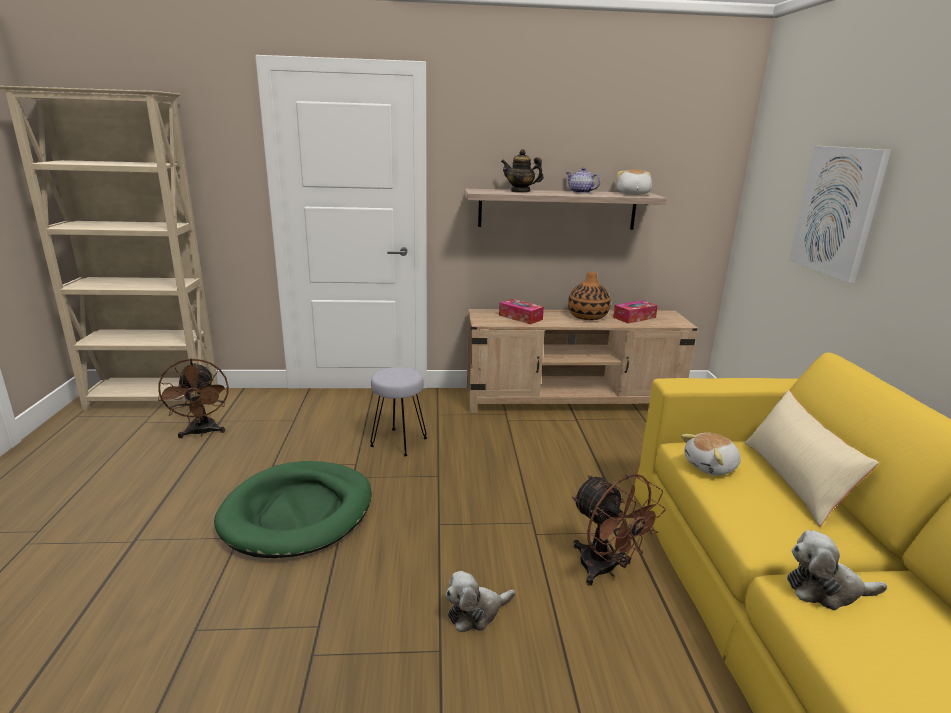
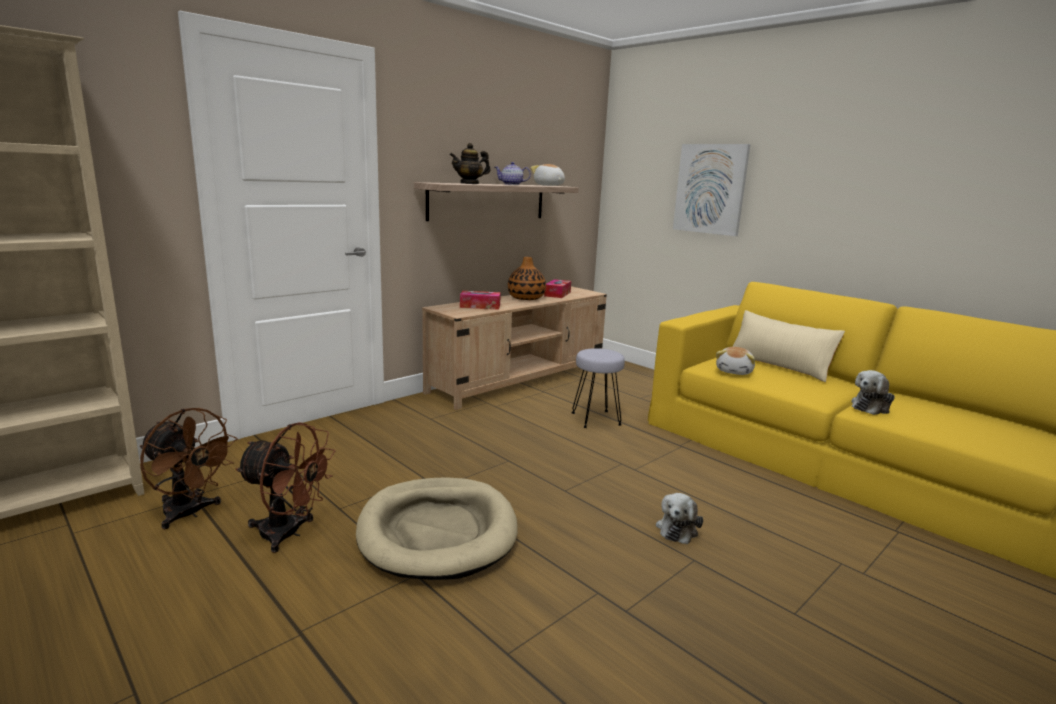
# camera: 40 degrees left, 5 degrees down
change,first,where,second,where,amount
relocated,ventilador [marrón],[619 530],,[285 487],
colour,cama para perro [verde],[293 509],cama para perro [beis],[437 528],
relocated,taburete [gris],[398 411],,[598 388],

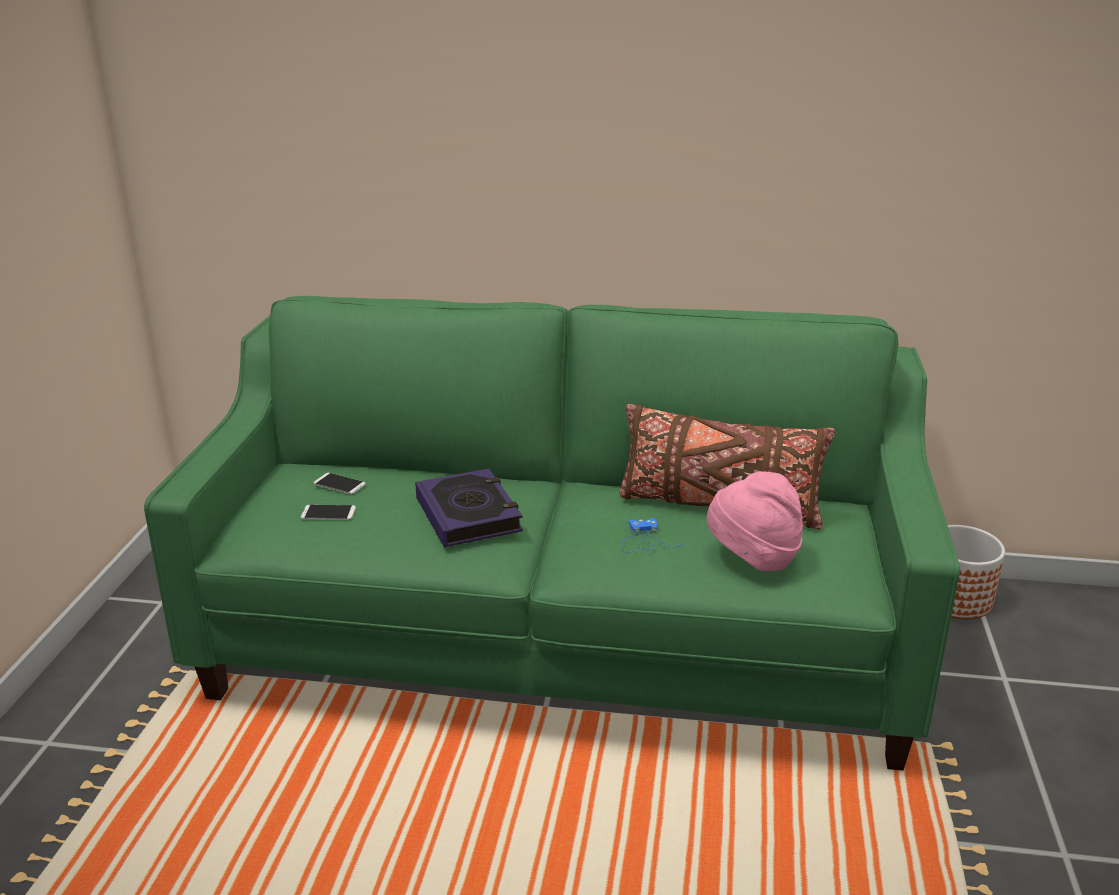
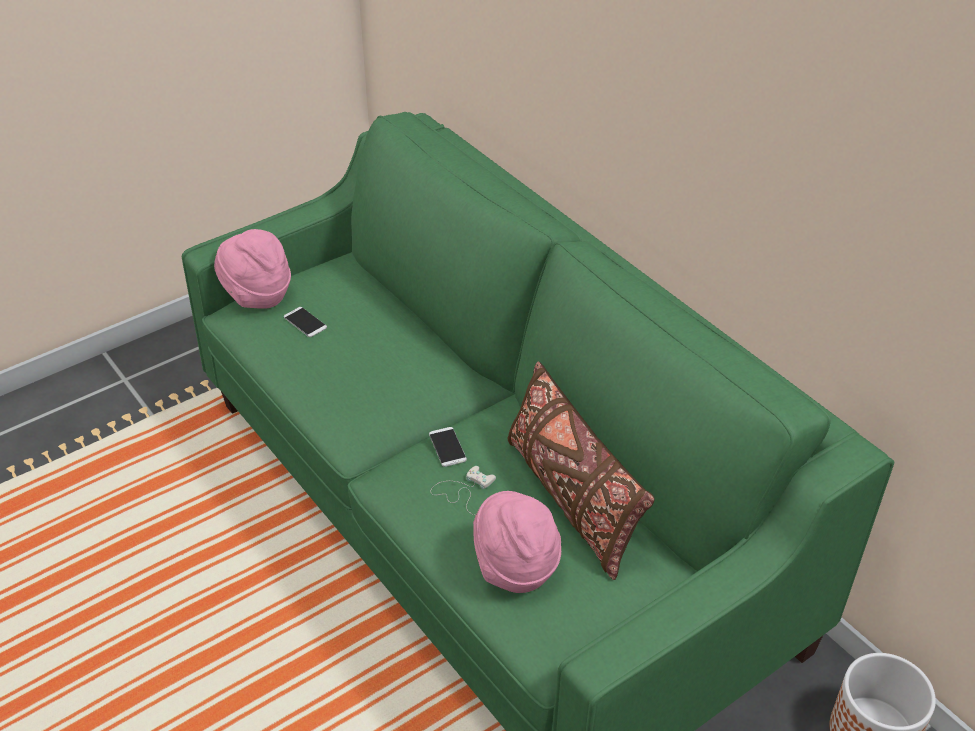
# camera: 45 degrees right, 15 degrees up
change,first,where,second,where,amount
appeared,,,sombrero [rosa],[252 269],
relocated,móvil,[339 483],,[448 447],
colour,mando de consola [azul],[653 535],mando de consola [blanco],[463 490],
missing,libro,[469 507],,,

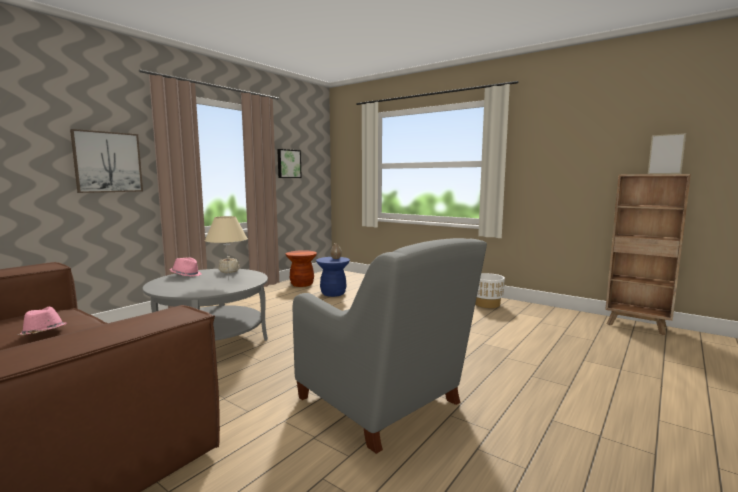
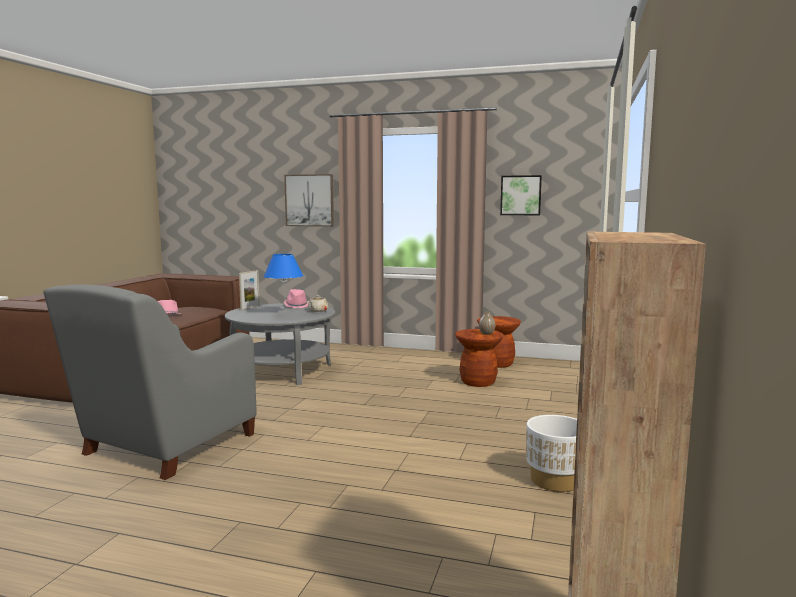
# camera: 70 degrees right, 0 degrees up
change,first,where,second,where,amount
relocated,portarretratos,[667 153],,[249 290],
colour,lámpara de mesa [beis],[226 247],lámpara de mesa [azul],[283 283],
colour,taburete [azul],[333 277],taburete [marrón],[479 358],

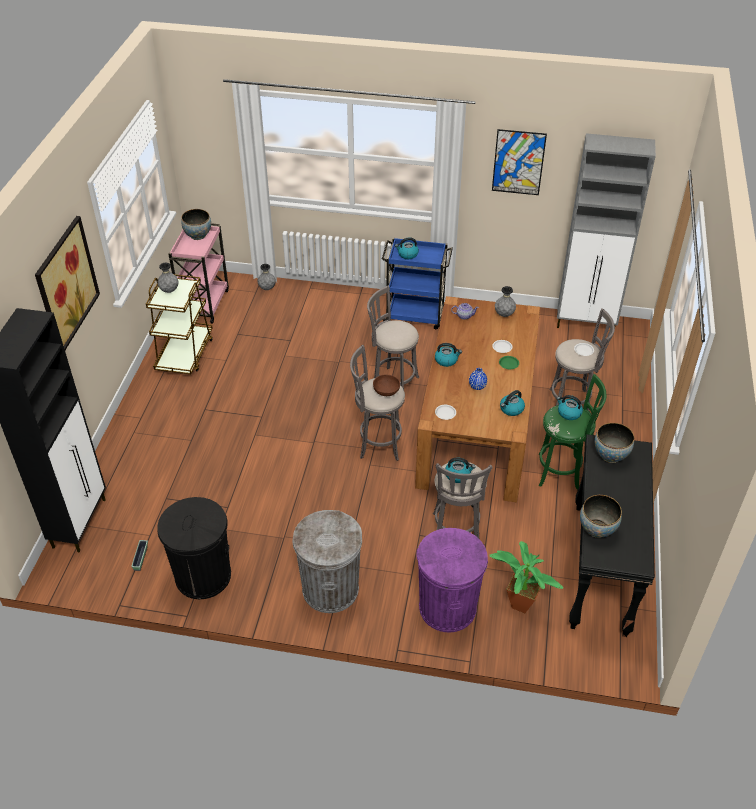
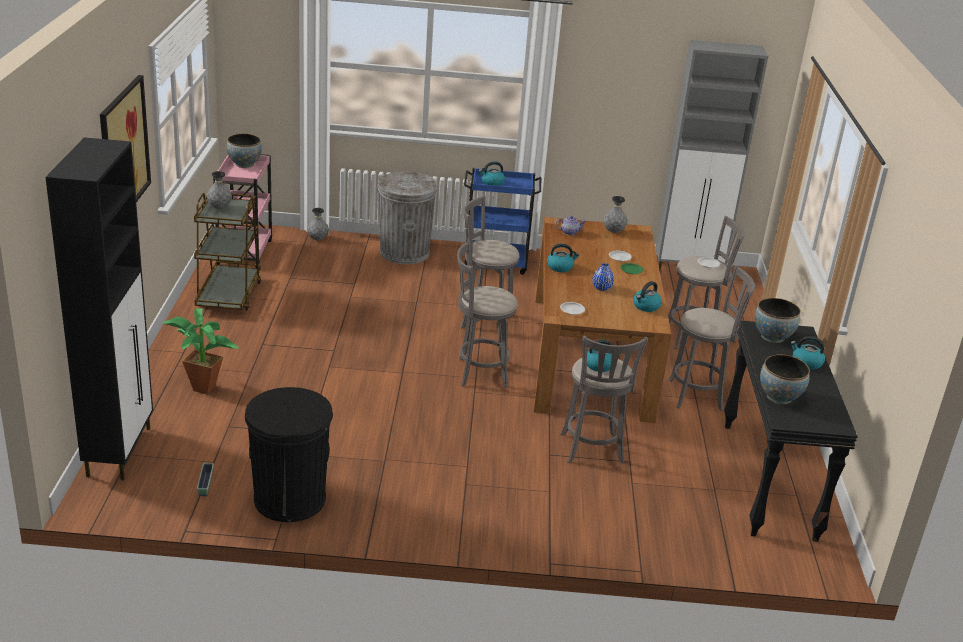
# camera: 10 degrees left, 15 degrees down
change,first,where,second,where,amount
relocated,planta en maceta,[526 577],,[200 351],
relocated,papelera [gris],[327 561],,[407 218],
colour,taburete [verde],[572 432],taburete [gris],[712 338],
relocated,hervidor,[569 407],,[807 353],
missing,cuenco [marrón],[386 385],,,
missing,papelera [morado],[452 580],,,
missing,cuadro,[519 162],,,

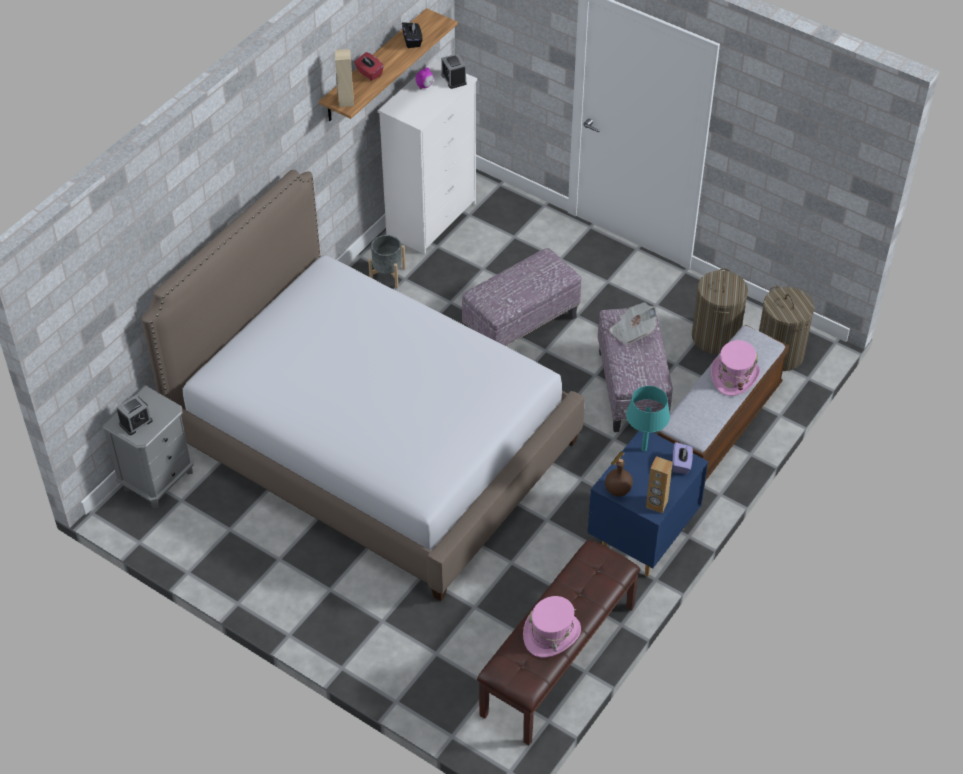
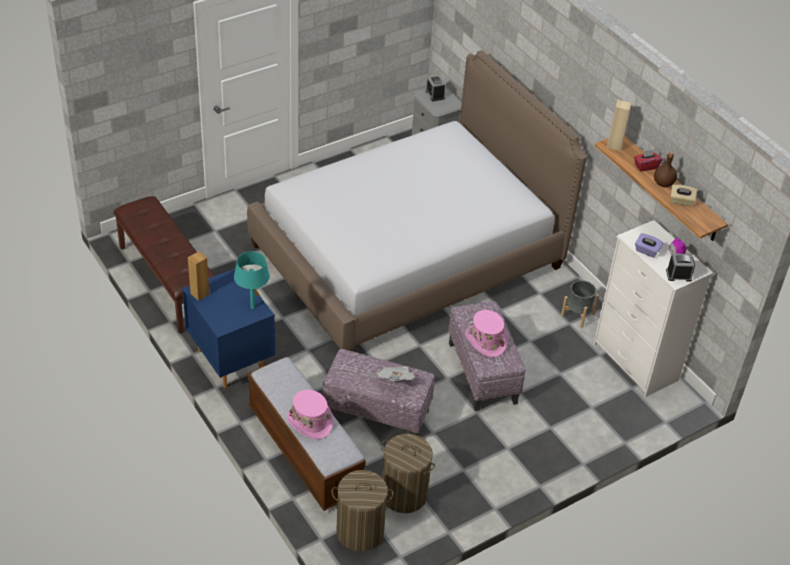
# camera: 110 degrees right, 5 degrees down
change,first,where,second,where,amount
relocated,sombrero [rosa],[552 626],,[487 333],
relocated,caja de pañuelos [morado],[682 458],,[649 245],
relocated,botella [marrón],[619 478],,[665 169],
colour,caja de pañuelos [negro],[412 35],caja de pañuelos [beis],[683 196],

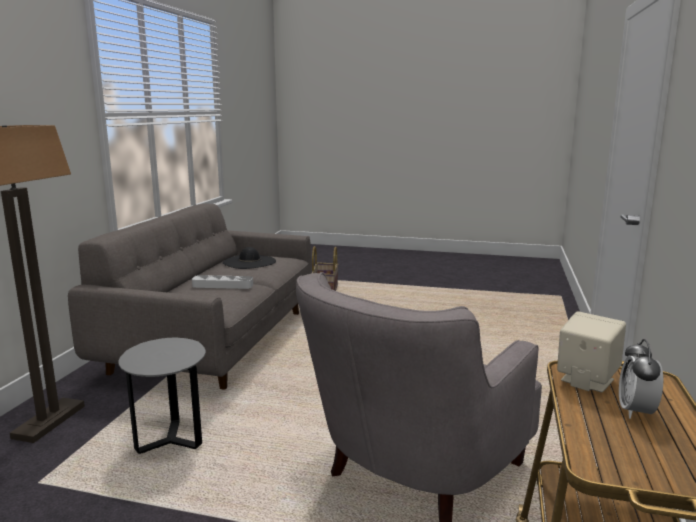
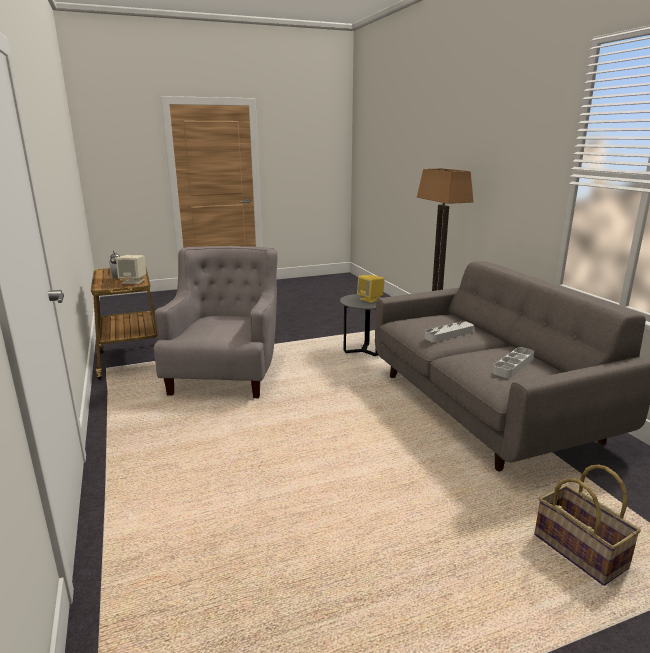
# camera: 145 degrees right, 5 degrees up
change,first,where,second,where,amount
appeared,,,altavoz [amarillo],[371 289],
exchanged,sombrero [negro],[249 258],bandeja [gris],[513 362],

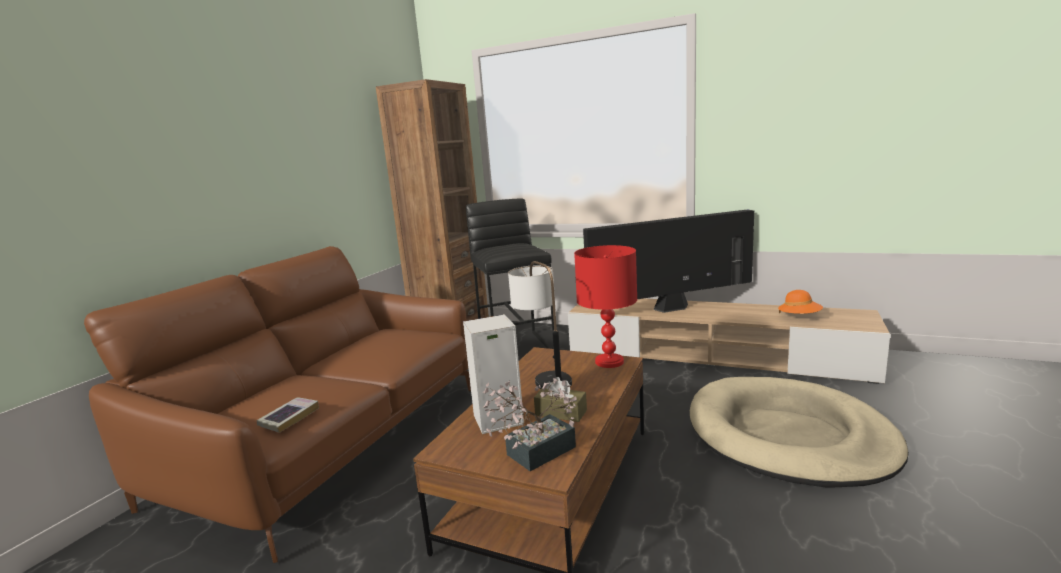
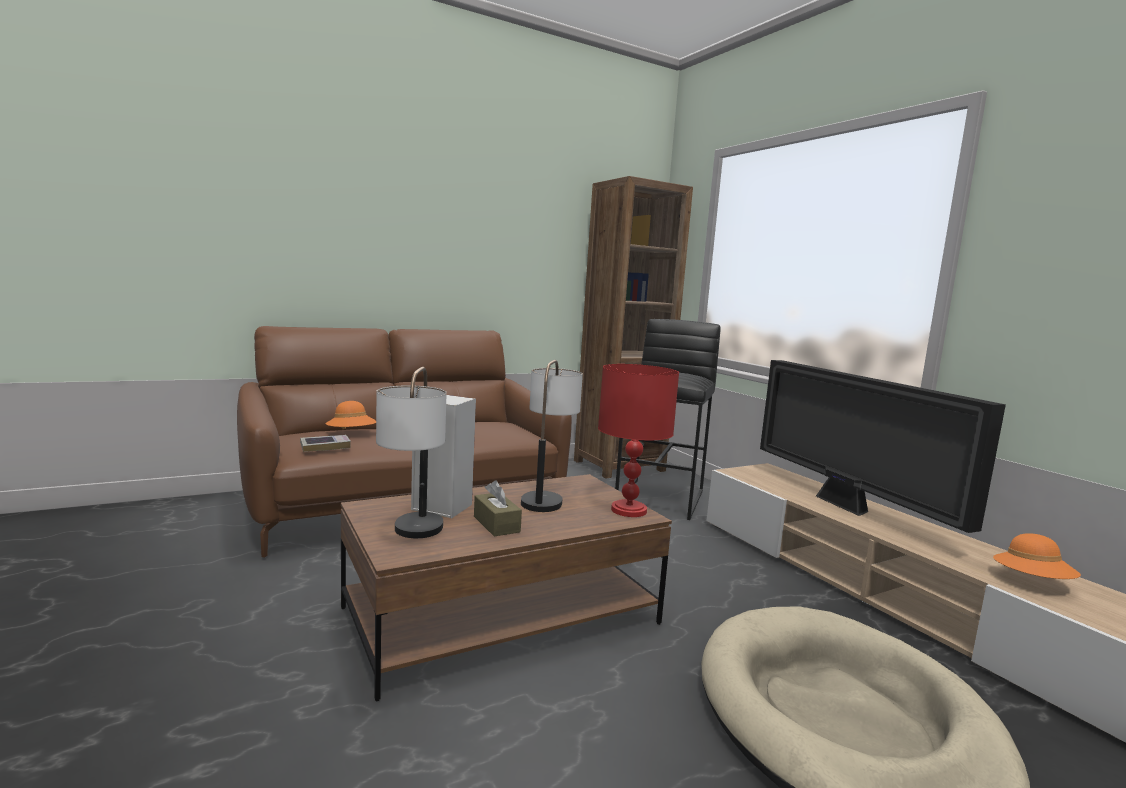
# camera: 35 degrees right, 5 degrees down
change,first,where,second,where,amount
appeared,,,sombrero [naranja],[351 415],
exchanged,planta en maceta,[530 425],lámpara de mesa,[411 452],
spun,televisor,[668 261],,[883 446],135 degrees counterclockwise

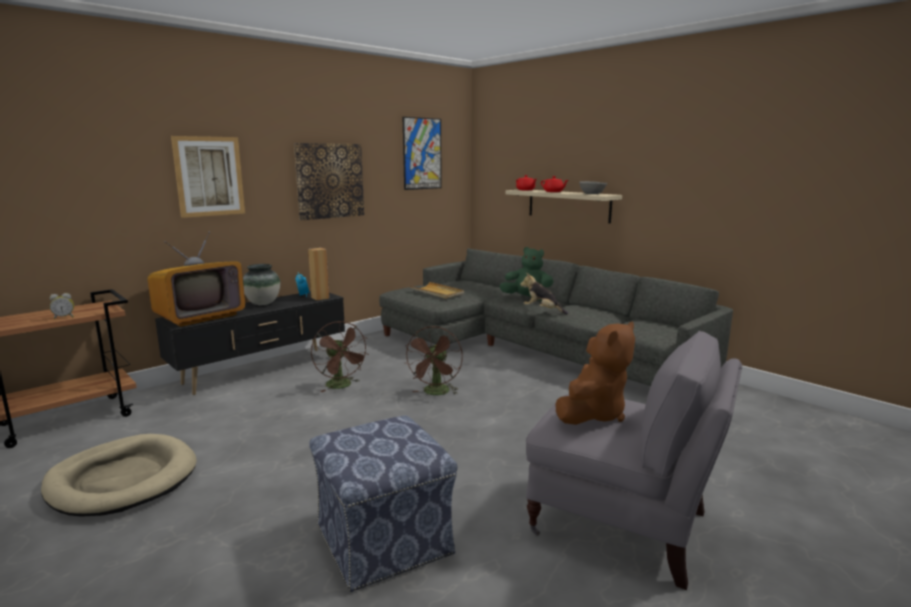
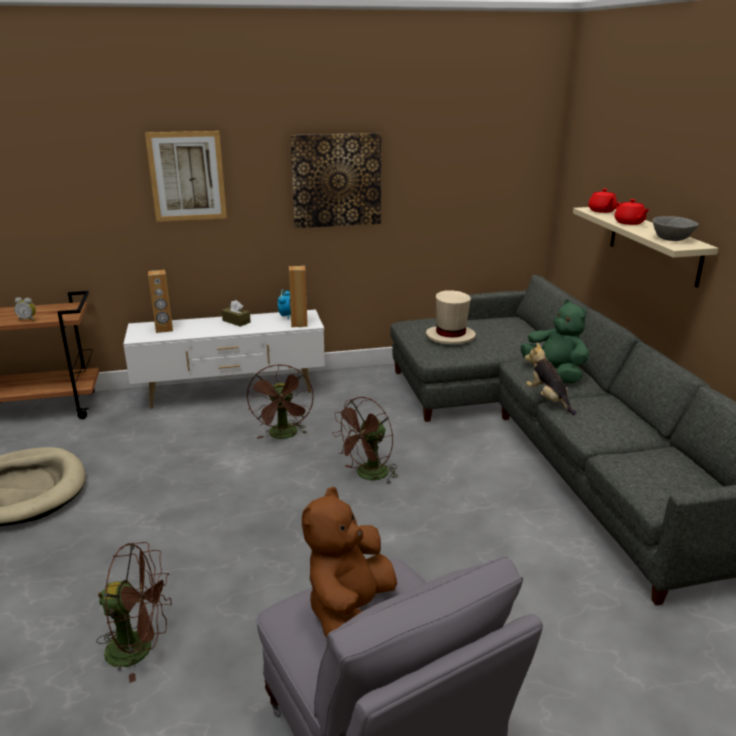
# camera: 30 degrees right, 10 degrees up
change,first,where,second,where,amount
exchanged,puf,[383 504],ventilador [marrón],[134 612],
colour,mueble de televisión [negro],[250 343],mueble de televisión [blanco],[224 359],
exchanged,televisor,[196 279],altavoz [marrón],[160 301],
exchanged,florero,[261 284],caja de pañuelos [marrón],[236 313],
spun,peluche [marrón],[595 373],,[349 562],135 degrees clockwise
exchanged,bandeja [beis],[437 290],sombrero [beis],[451 317],
missing,cuadro,[422 153],,,

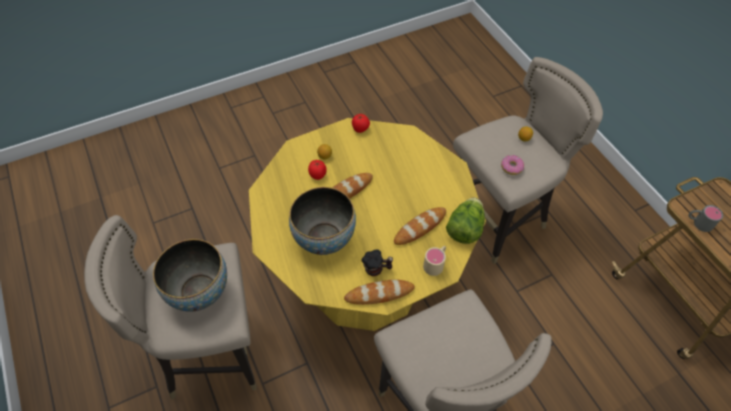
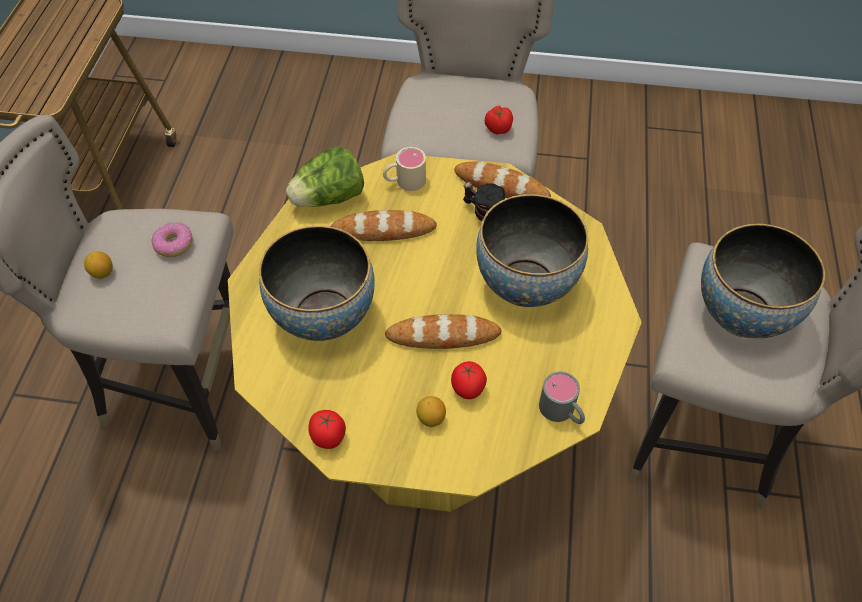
# camera: 145 degrees left, 0 degrees up
change,first,where,second,where,amount
appeared,,,cuenco,[317 283],
appeared,,,tomate,[499 120],
relocated,taza grande [gris],[706 218],,[562 398],

